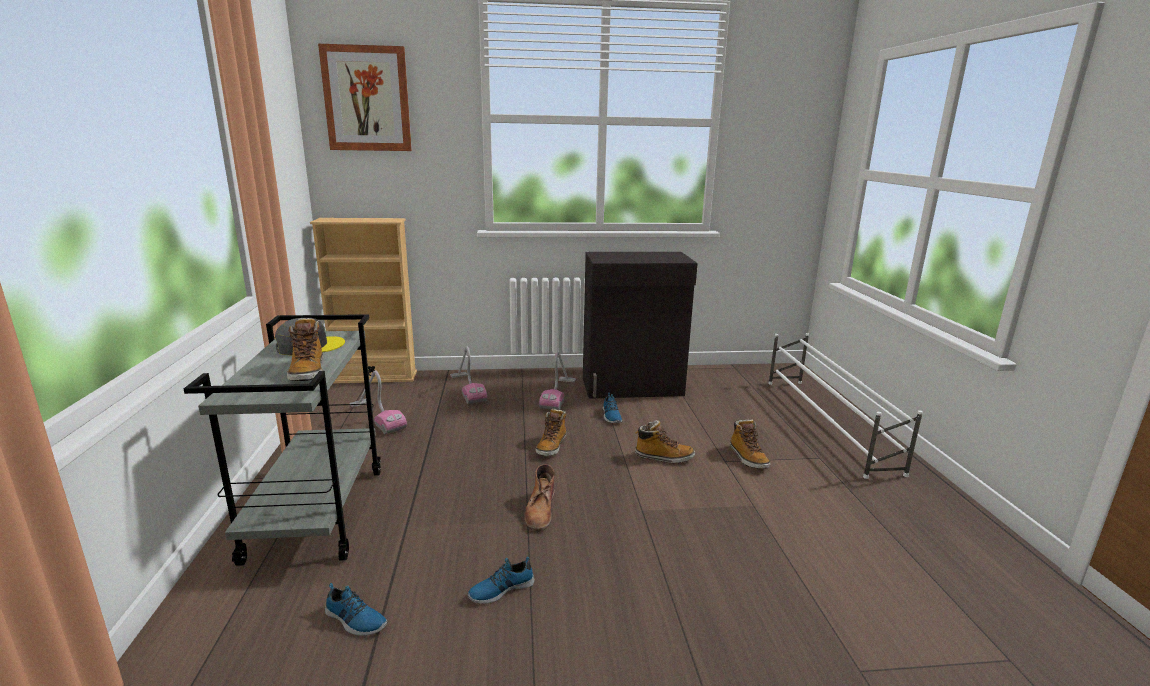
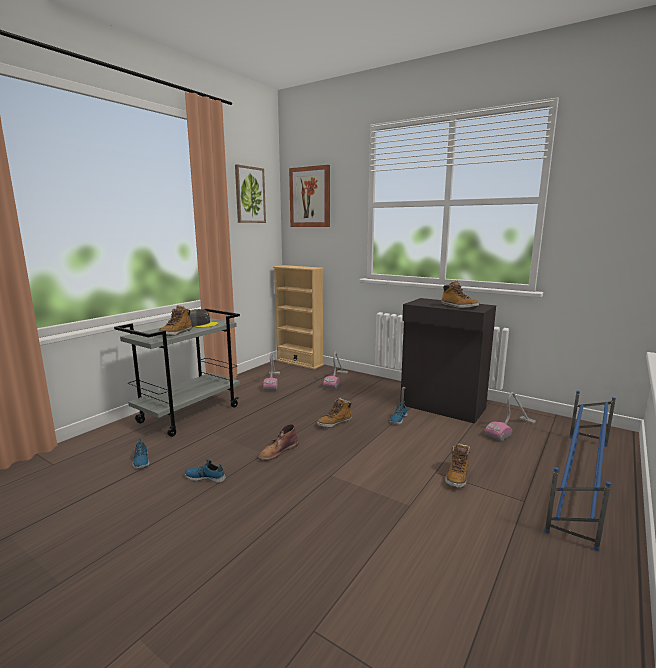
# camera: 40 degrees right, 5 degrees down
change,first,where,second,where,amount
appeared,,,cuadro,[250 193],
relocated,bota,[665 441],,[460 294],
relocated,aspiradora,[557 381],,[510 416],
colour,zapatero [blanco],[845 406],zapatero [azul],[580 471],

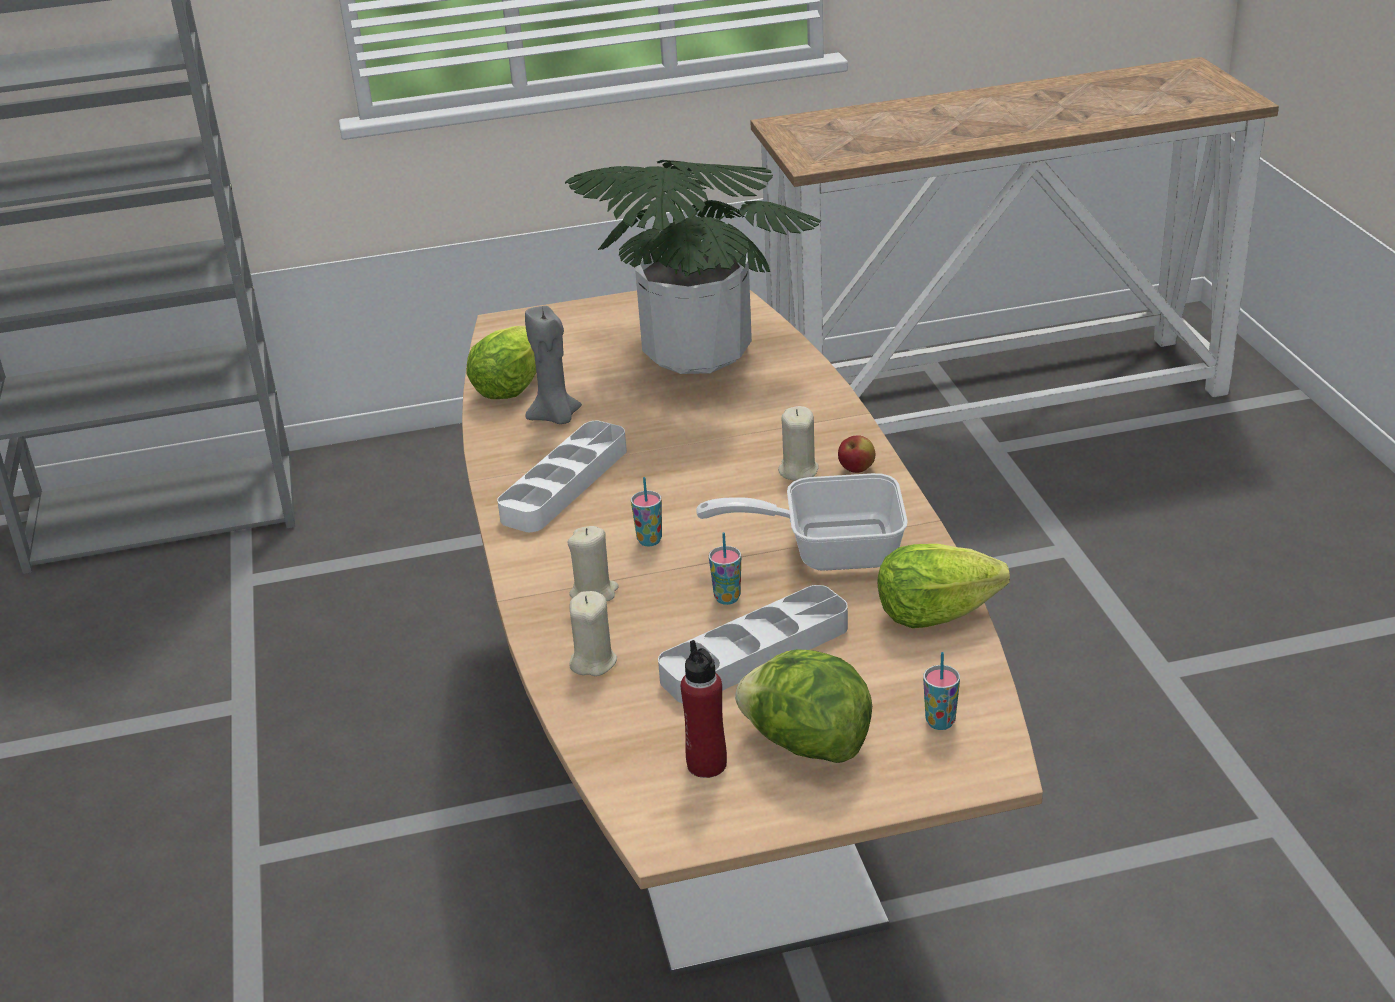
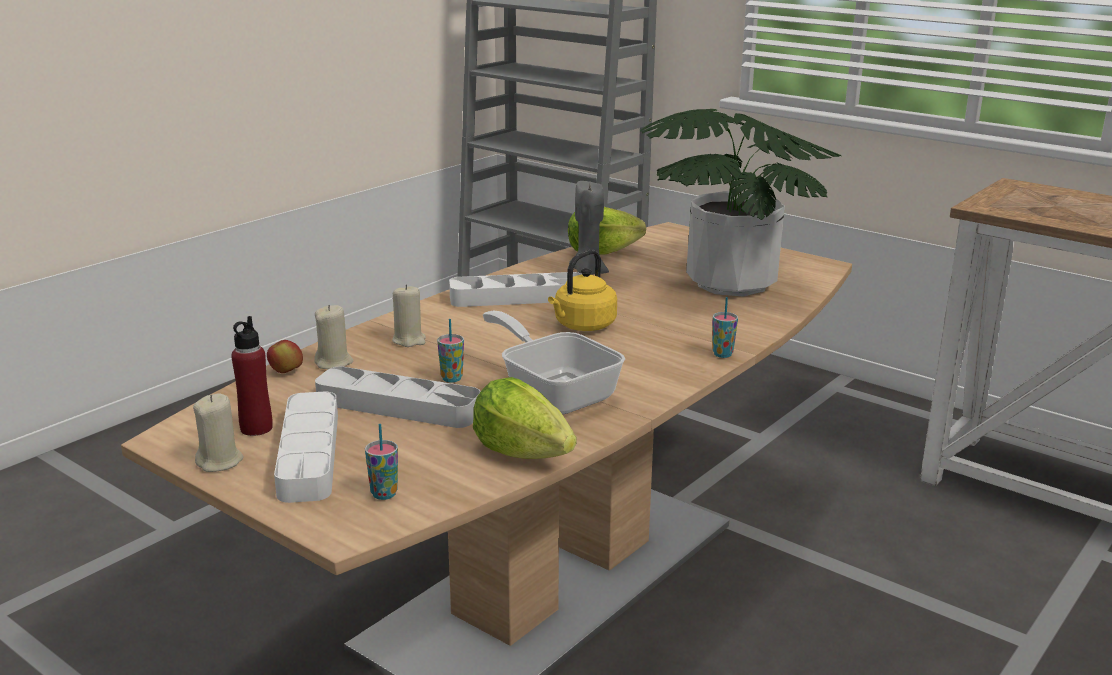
# camera: 50 degrees right, 10 degrees down
change,first,where,second,where,amount
relocated,vela [beis],[798 443],,[218 432],
relocated,manzana,[856 454],,[285 356],
exchanged,lechuga,[803 706],bandeja [blanco],[306 447],
appeared,,,hervidor [amarillo],[582 290],
relocated,taza,[646 511],,[725 327],

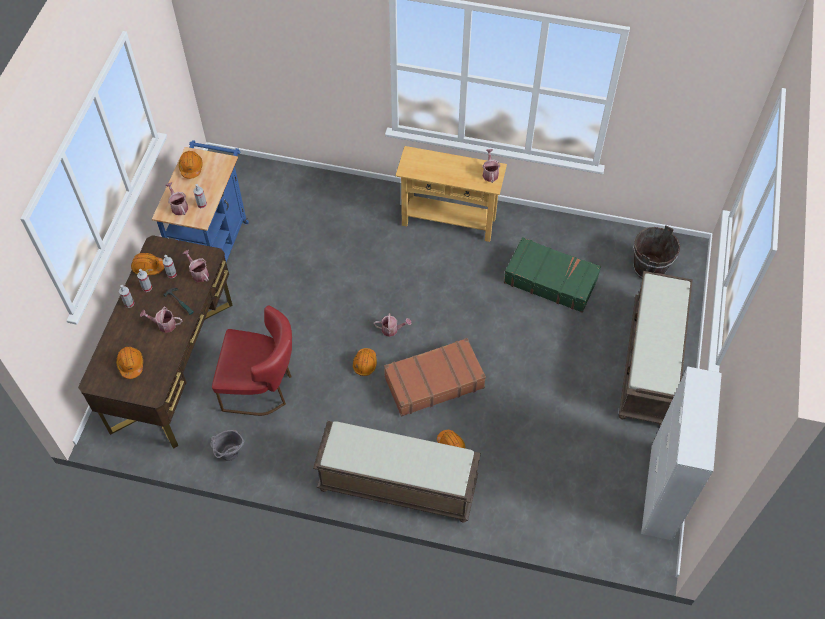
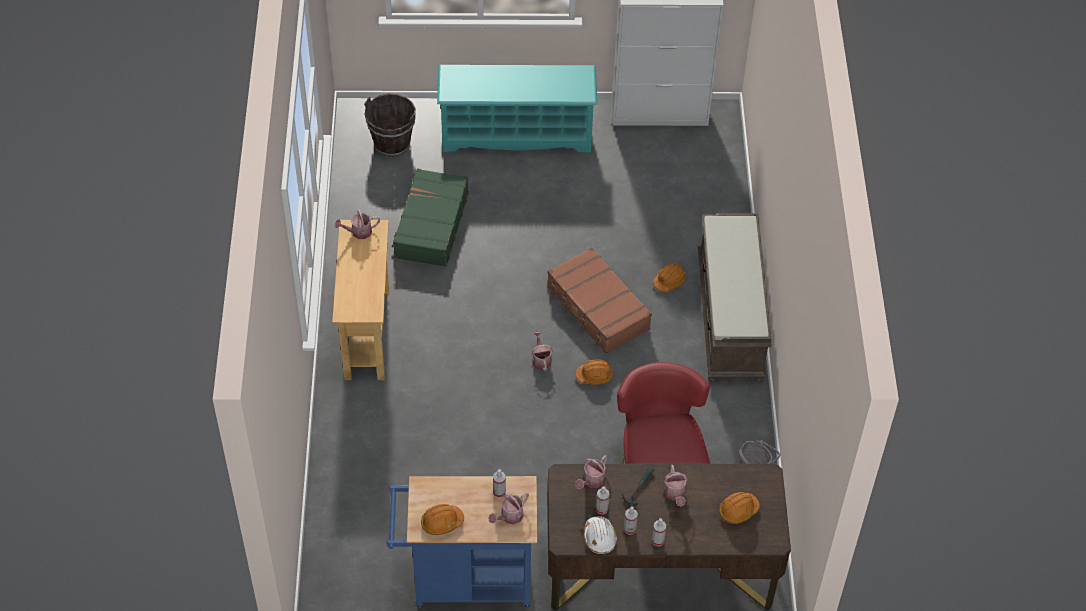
# camera: 105 degrees left, 5 degrees down
change,first,where,second,where,amount
exchanged,banco [marrón],[656 348],zapatero [turquesa],[517 108],
colour,casco [naranja],[147 264],casco [blanco],[600 535],

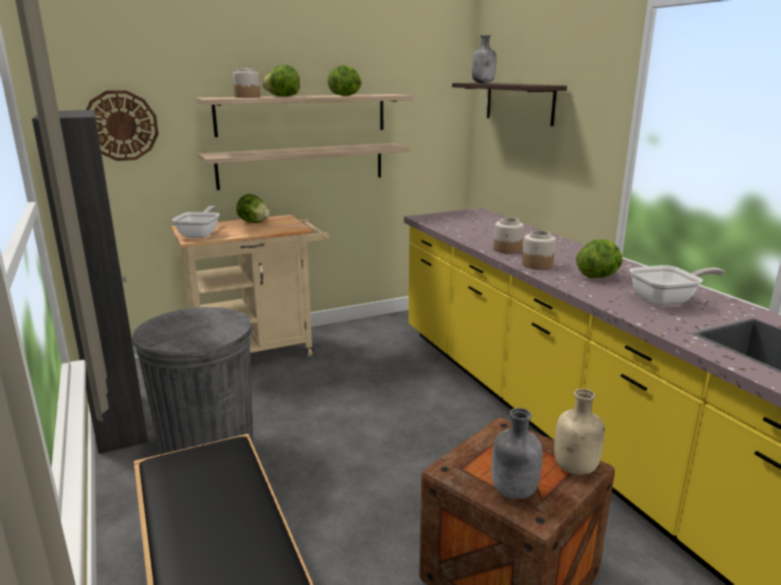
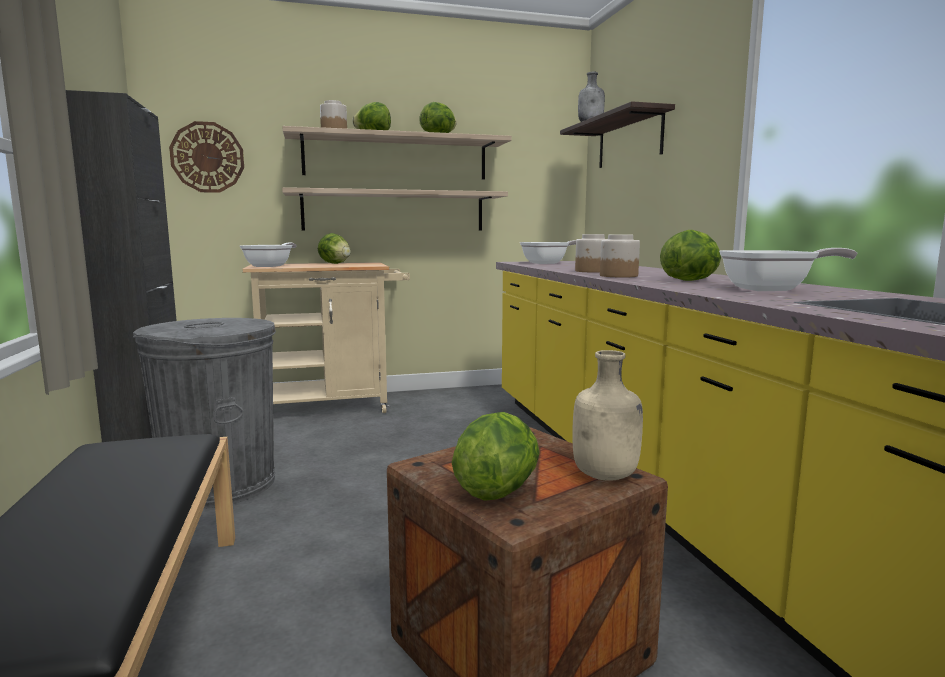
# camera: 10 degrees right, 10 degrees down
change,first,where,second,where,amount
exchanged,botella [gris],[517 453],lechuga,[496 456],
appeared,,,sartén,[548 252],

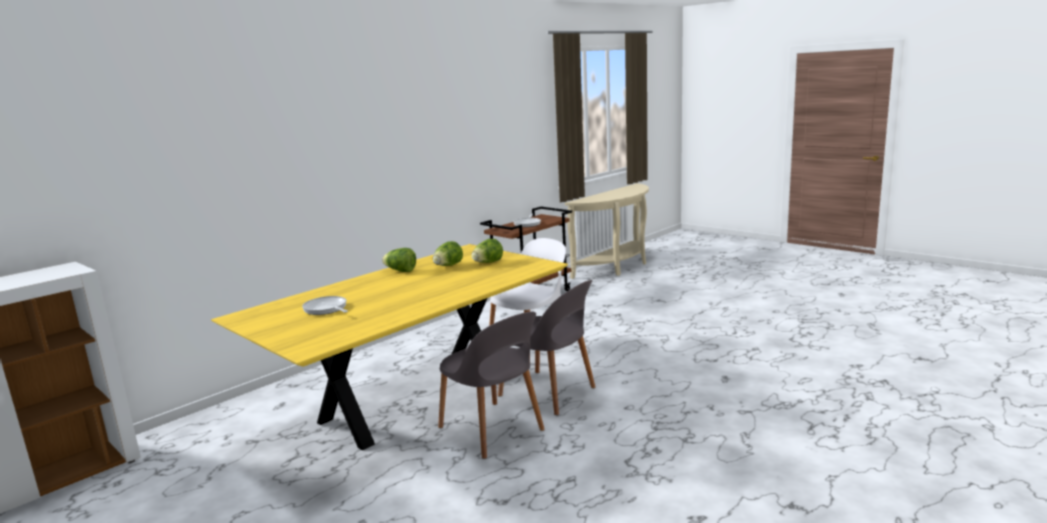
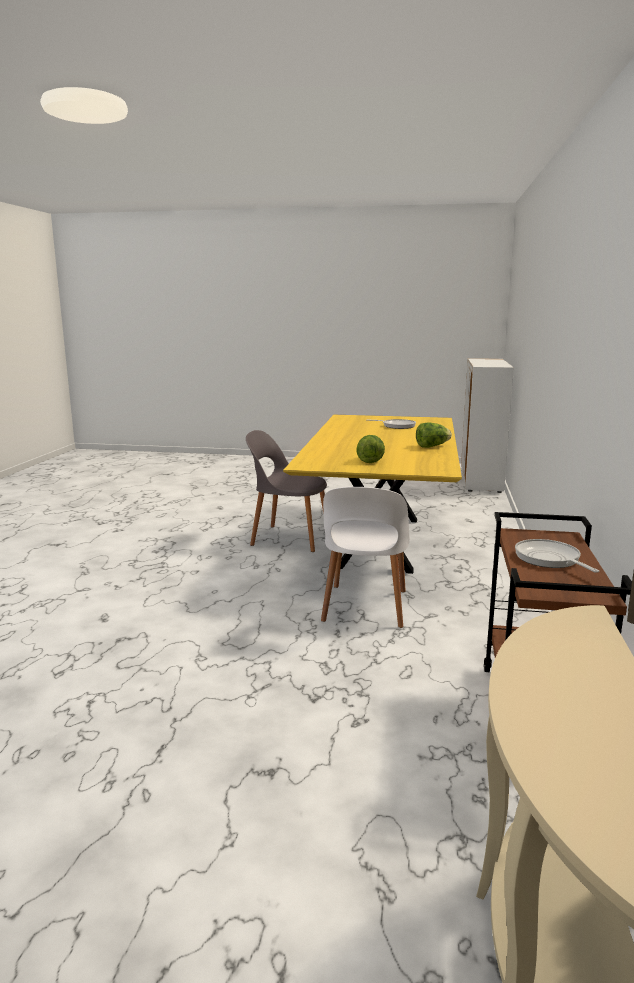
# camera: 145 degrees right, 0 degrees up
change,first,where,second,where,amount
missing,lechuga,[448 253],,,
missing,silla [gris],[547 347],,,

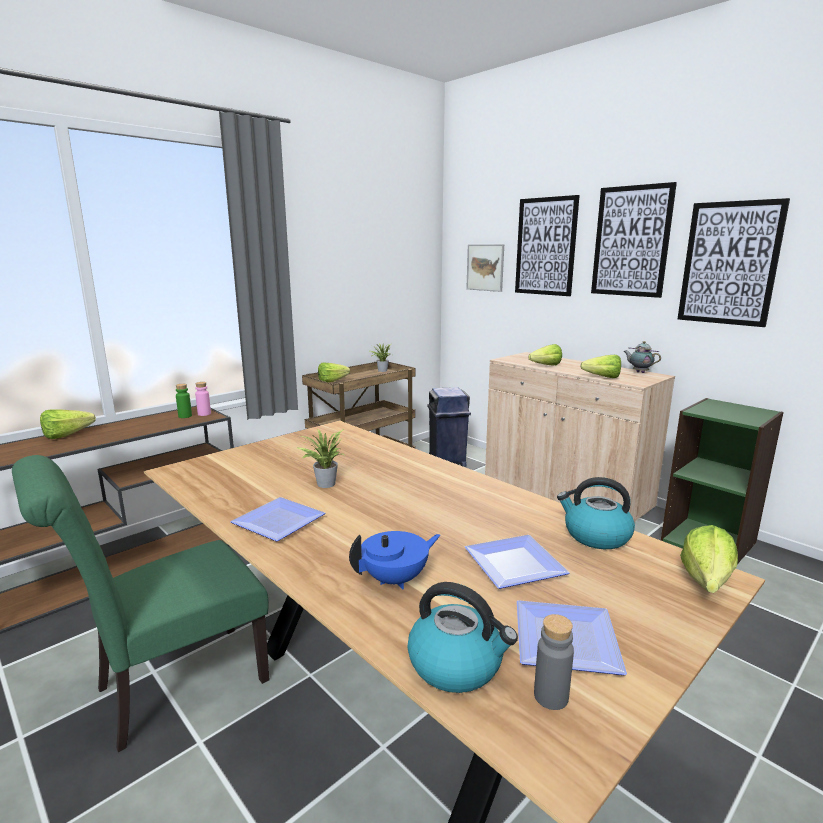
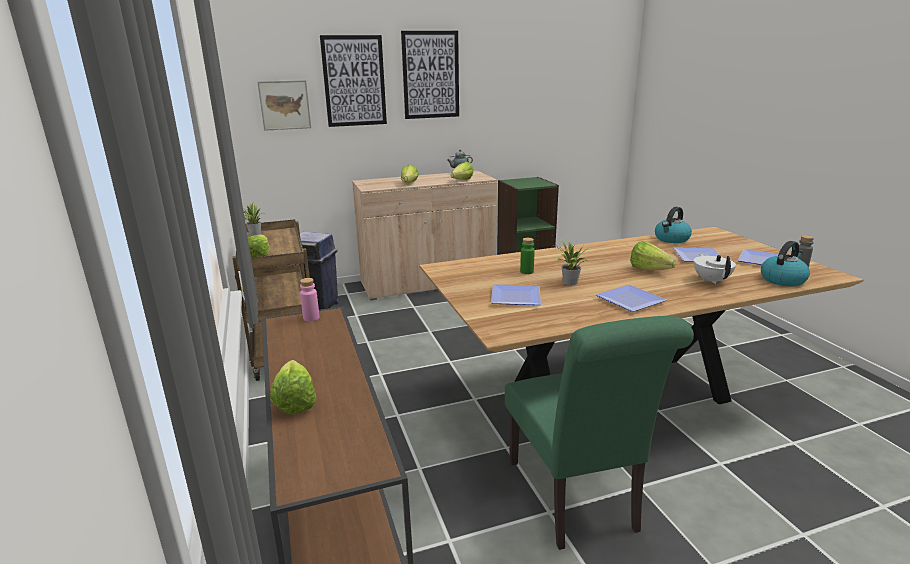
# camera: 65 degrees left, 5 degrees up
change,first,where,second,where,amount
appeared,,,plato,[516 294],
relocated,botella [verde],[184 401],,[527 256],
relocated,lechuga,[709 559],,[653 255],
colour,tetera [azul],[394 560],tetera [blanco],[715 268],
missing,cuadro,[734 262],,,

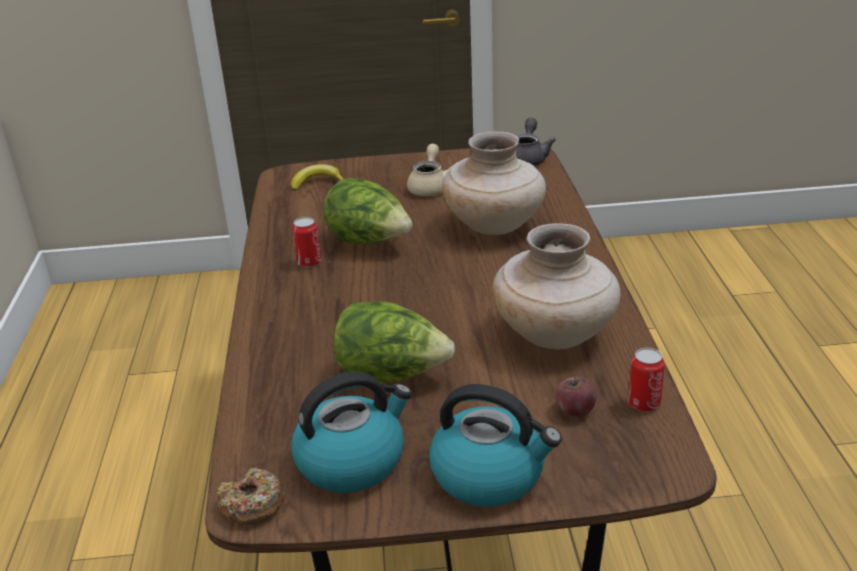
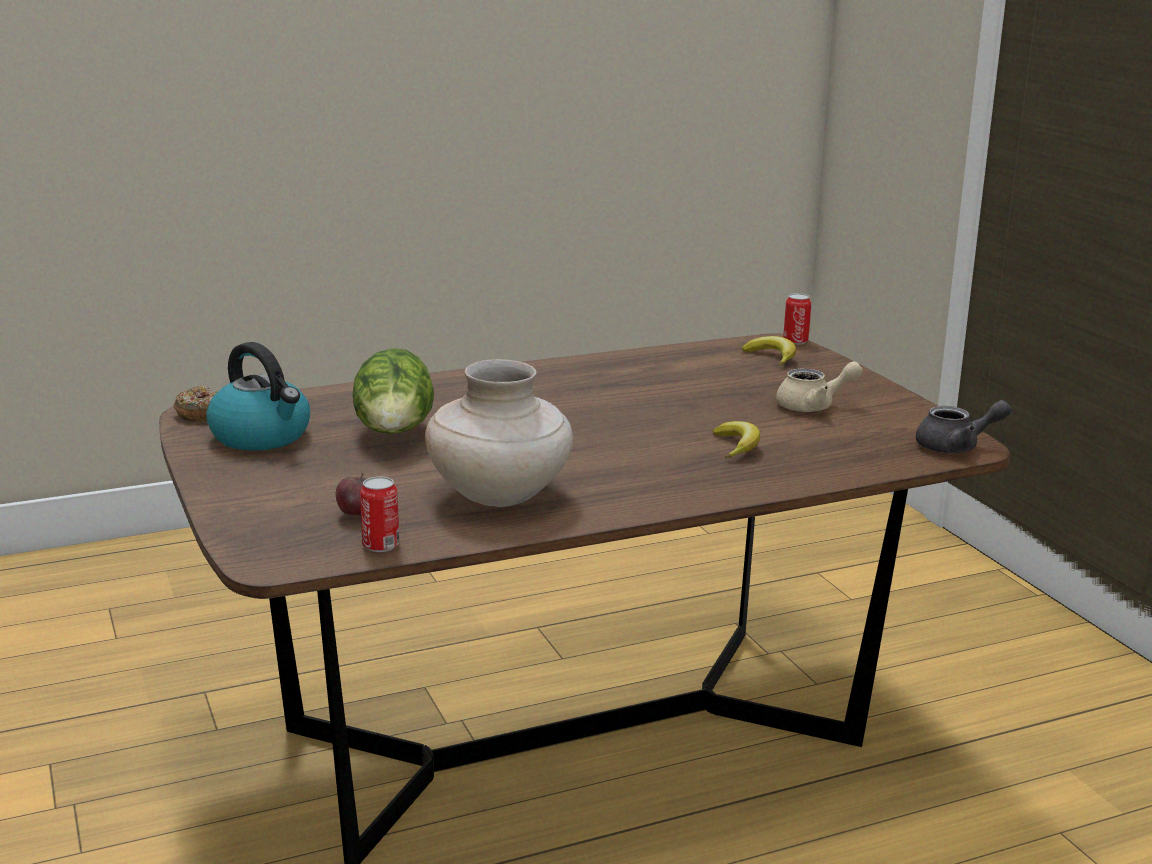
# camera: 70 degrees right, 10 degrees down
change,first,where,second,where,amount
exchanged,florero [beis],[494 183],plátano,[736 439],
relocated,lata,[306 242],,[797 319],
missing,lechuga,[368 211],,,
missing,hervidor,[495 445],,,

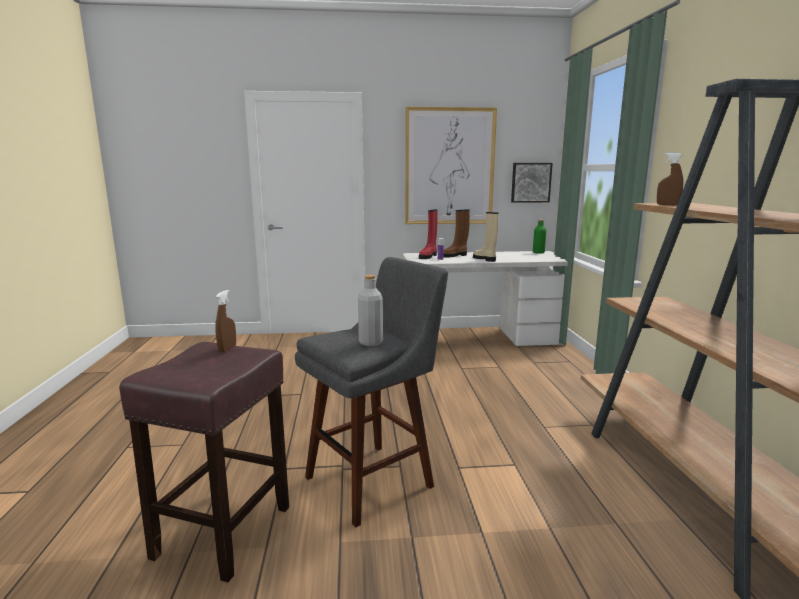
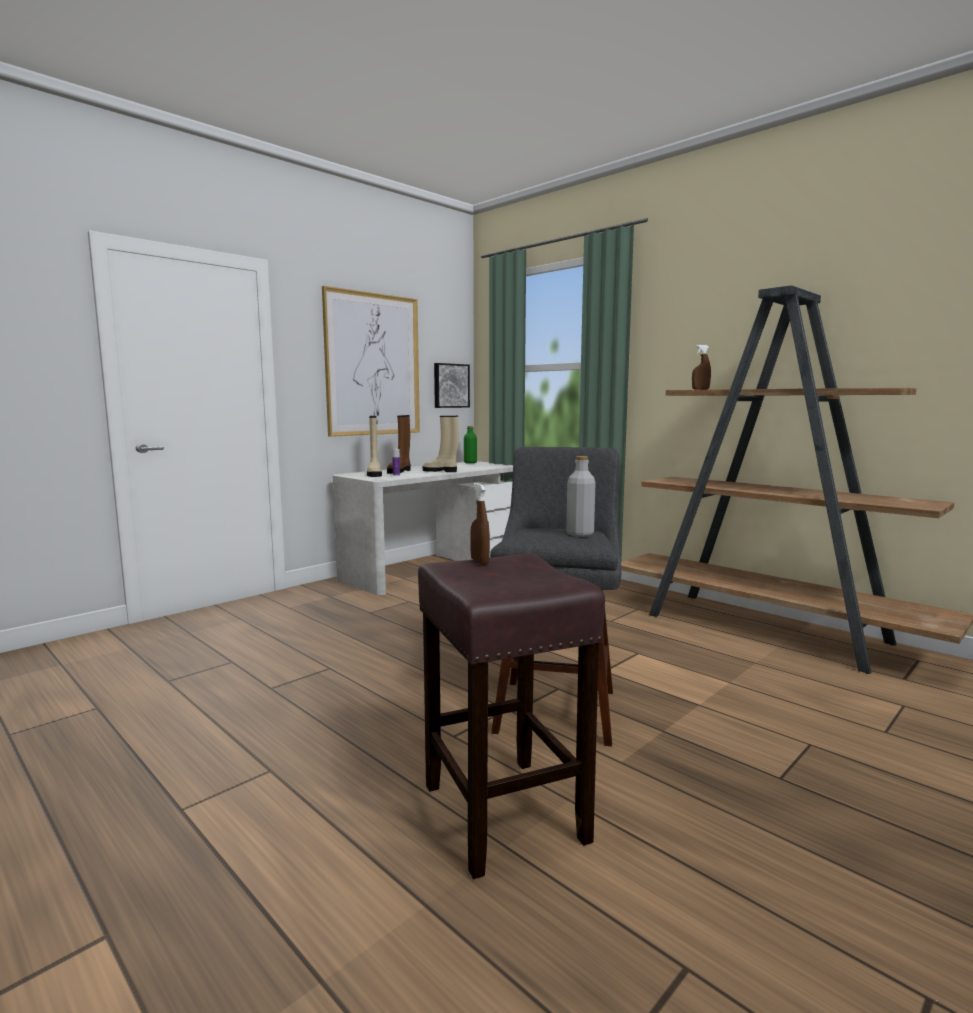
# camera: 40 degrees left, 5 degrees down
change,first,where,second,where,amount
colour,bota [rojo],[428 234],bota [beis],[374 446],

